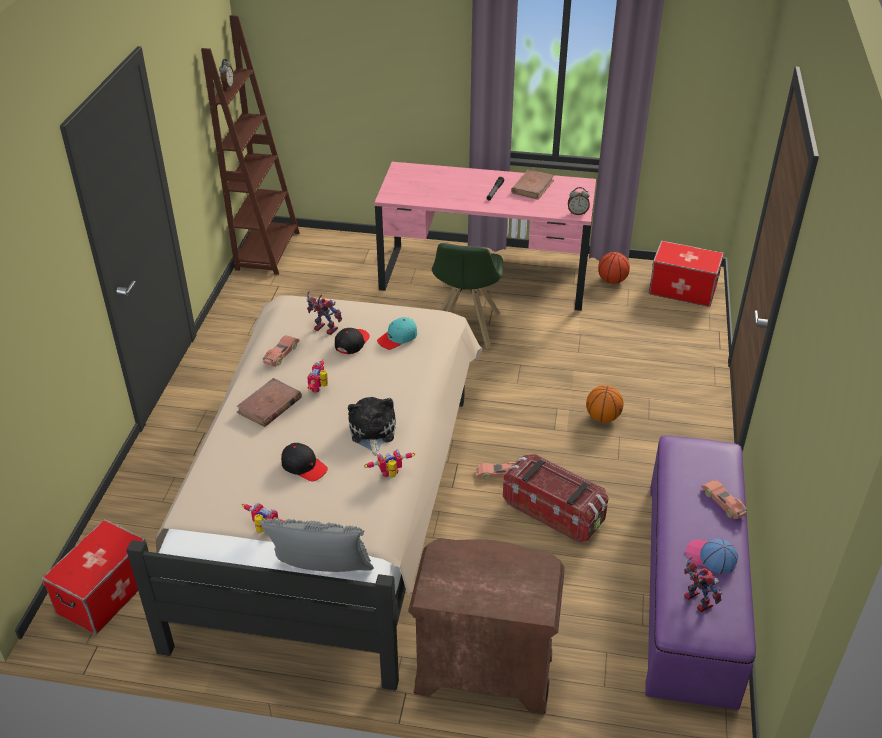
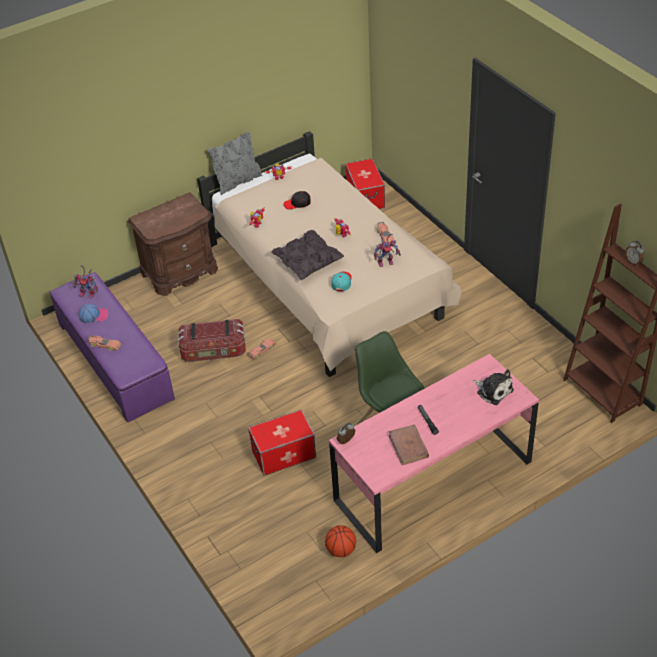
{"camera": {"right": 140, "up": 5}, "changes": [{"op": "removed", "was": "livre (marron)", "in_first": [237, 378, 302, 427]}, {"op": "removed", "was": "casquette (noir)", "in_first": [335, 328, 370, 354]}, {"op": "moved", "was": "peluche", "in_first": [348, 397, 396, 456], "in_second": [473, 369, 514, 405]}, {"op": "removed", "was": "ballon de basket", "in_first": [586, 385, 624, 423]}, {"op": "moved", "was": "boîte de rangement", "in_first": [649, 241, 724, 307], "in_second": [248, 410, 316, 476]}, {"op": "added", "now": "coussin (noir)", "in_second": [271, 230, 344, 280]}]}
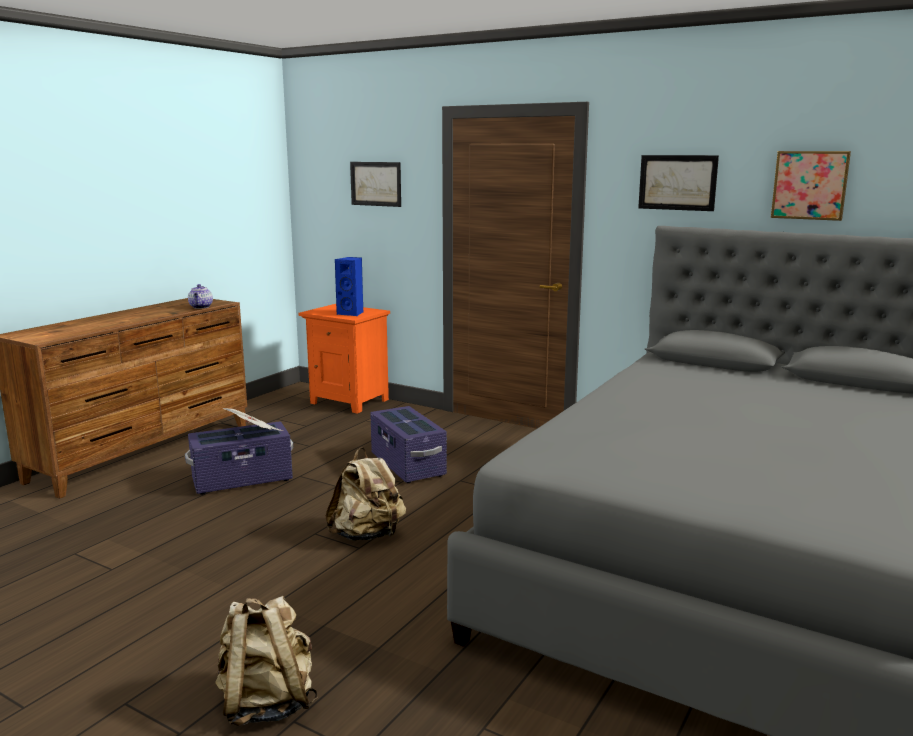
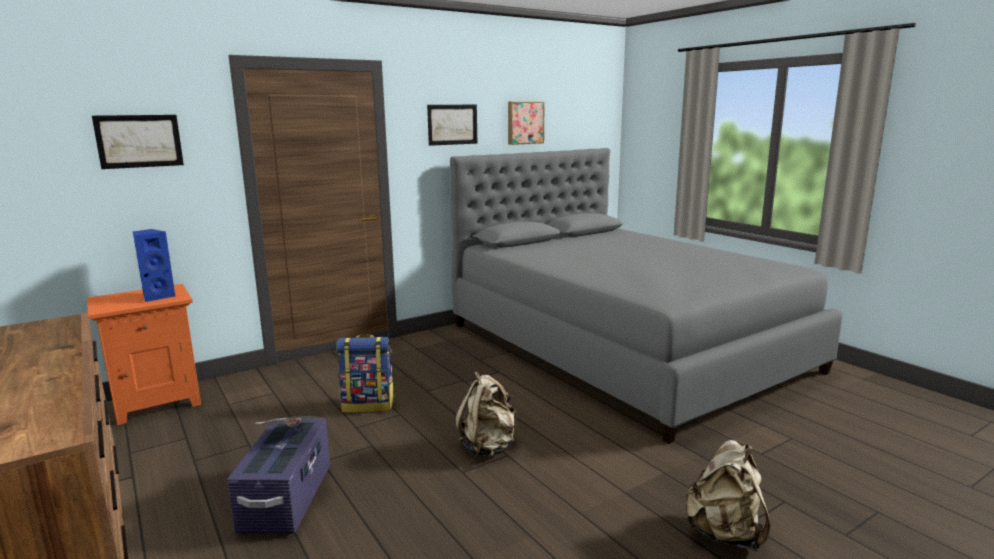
{"camera": {"right": -65, "up": 0}, "changes": [{"op": "removed", "was": "théière", "in_first": [188, 284, 213, 309]}, {"op": "replaced", "was": "boîte de rangement (violet)", "now": "sac à dos", "in_first": [370, 406, 447, 483], "in_second": [336, 335, 395, 413]}]}
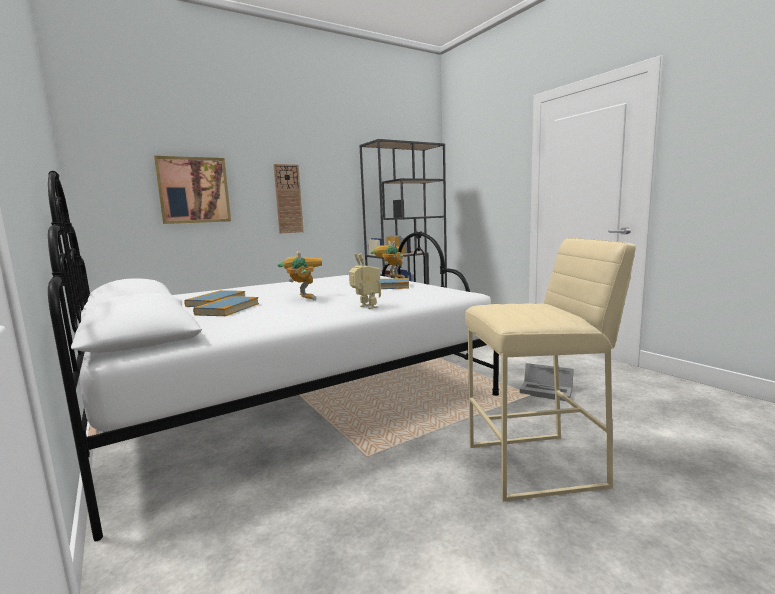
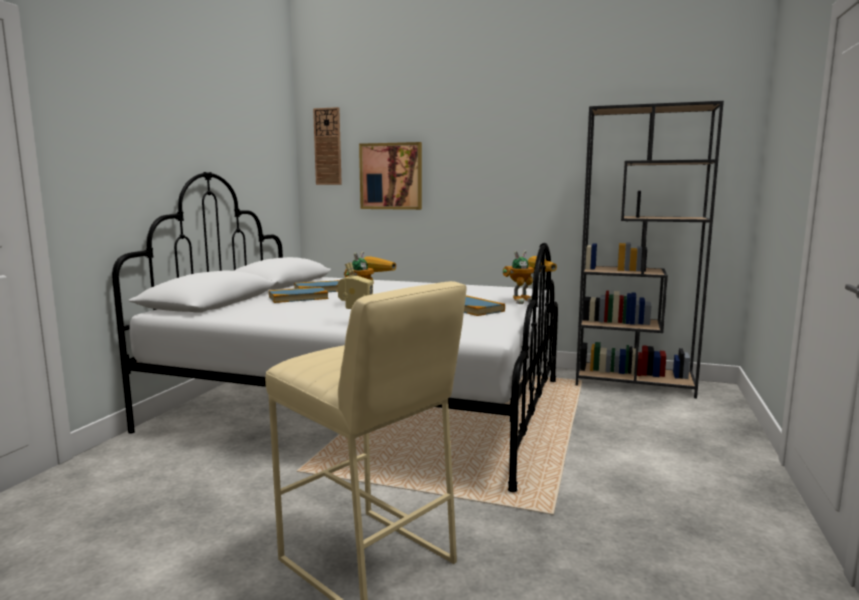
{"camera": {"right": 50, "up": 0}, "changes": [{"op": "moved", "was": "horloge murale", "in_first": [273, 164, 304, 233], "in_second": [313, 107, 342, 185]}, {"op": "turned", "was": "robot jouet", "in_first": [371, 241, 405, 278], "in_second": [503, 251, 557, 304], "clockwise": 45}, {"op": "removed", "was": "boîte de rangement (gris)", "in_first": [520, 363, 574, 401]}]}
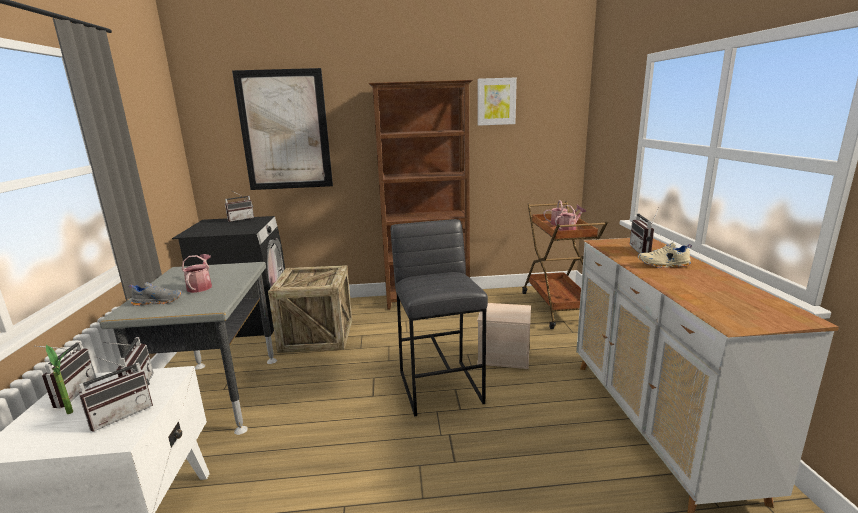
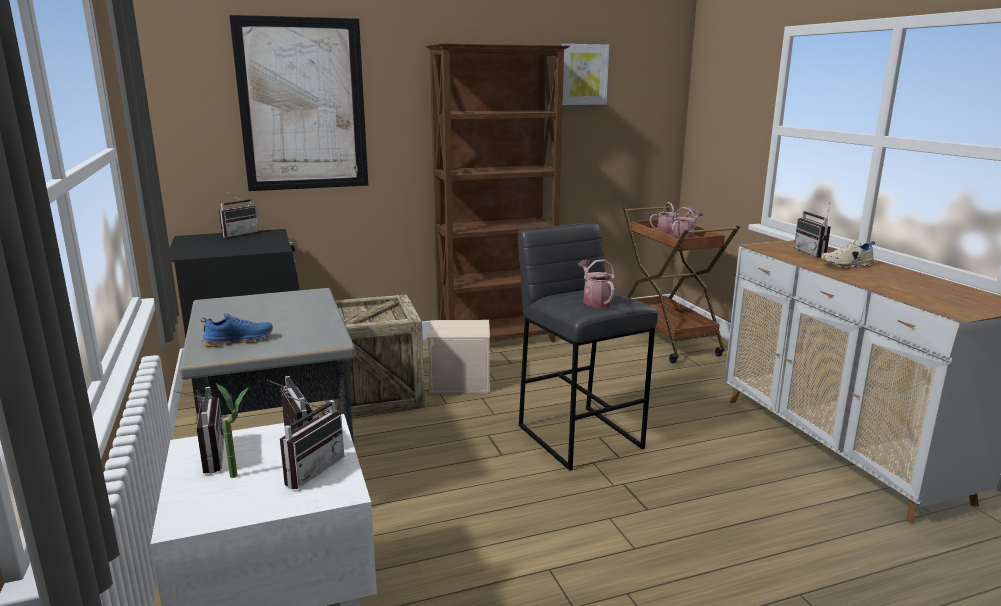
{"camera": {"right": -15, "up": 0}, "changes": [{"op": "recoloured", "was": "chaussure (gris)", "now": "chaussure (bleu)", "in_first": [129, 282, 182, 306], "in_second": [201, 313, 273, 347]}, {"op": "moved", "was": "arrosoir", "in_first": [182, 254, 212, 293], "in_second": [578, 259, 615, 308]}, {"op": "moved", "was": "boîte de rangement (beige)", "in_first": [477, 303, 531, 369], "in_second": [427, 320, 490, 394]}]}
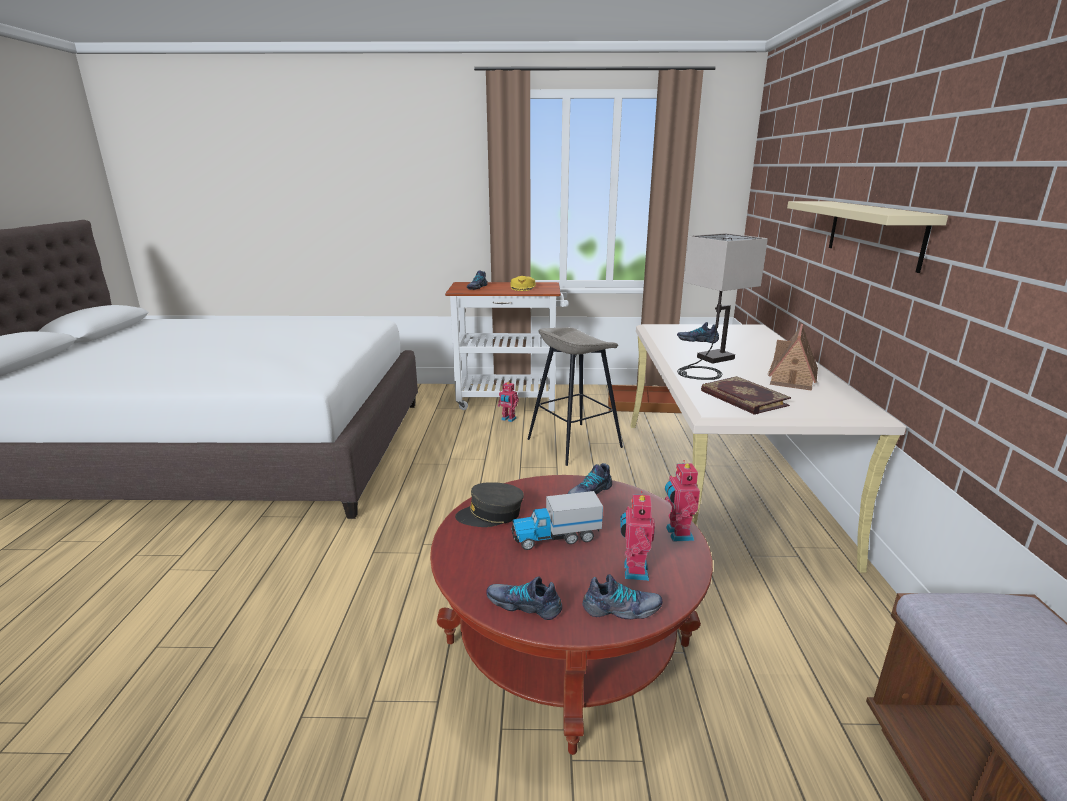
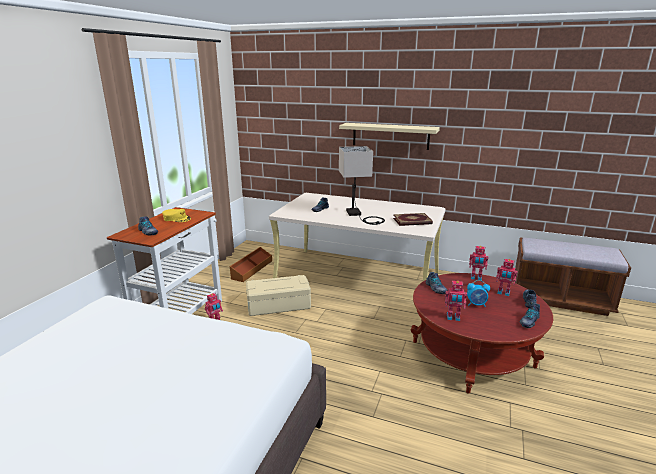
{"camera": {"right": -70, "up": 0}, "changes": [{"op": "replaced", "was": "casquette (gris)", "now": "robot jouet", "in_first": [455, 482, 524, 527], "in_second": [445, 281, 467, 321]}, {"op": "replaced", "was": "camion jouet", "now": "réveil", "in_first": [511, 491, 603, 550], "in_second": [467, 280, 490, 307]}, {"op": "replaced", "was": "tabouret (gris)", "now": "boîte de rangement (beige)", "in_first": [527, 327, 623, 466], "in_second": [246, 275, 311, 316]}, {"op": "removed", "was": "maison miniature", "in_first": [767, 324, 818, 390]}]}
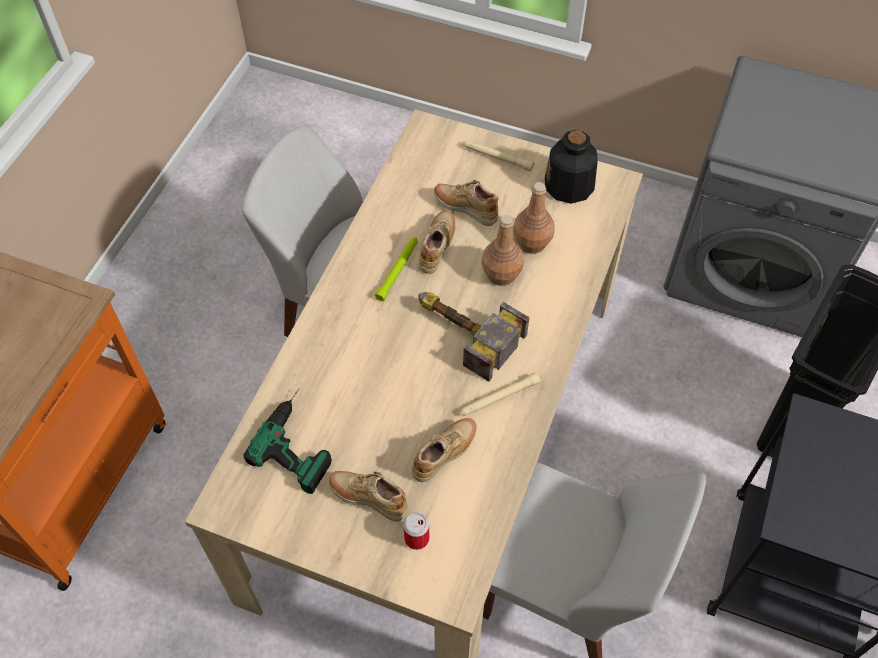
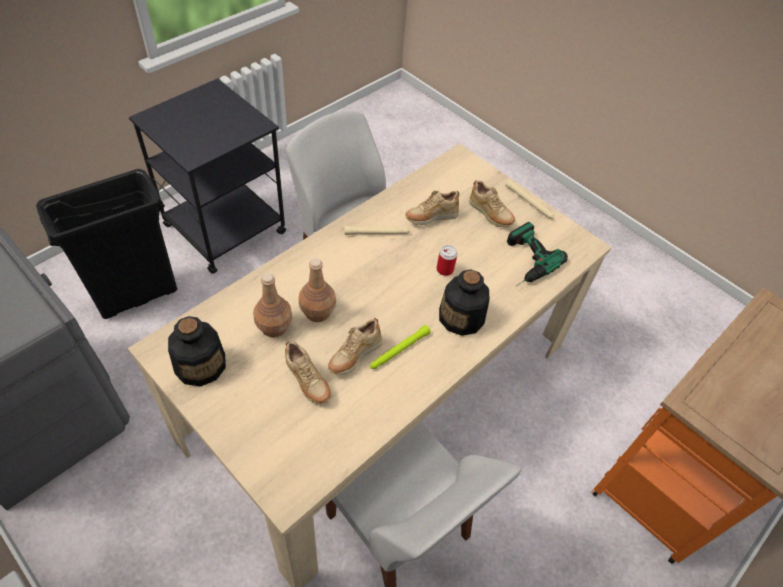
{"camera": {"right": -160, "up": -5}, "changes": [{"op": "moved", "was": "boîte métallique", "in_first": [403, 512, 429, 550], "in_second": [436, 245, 458, 276]}, {"op": "removed", "was": "marteau", "in_first": [418, 292, 529, 382]}, {"op": "moved", "was": "lampe de poche (beige)", "in_first": [462, 140, 534, 171], "in_second": [505, 180, 554, 219]}, {"op": "added", "now": "bouteille", "in_second": [439, 269, 490, 336]}]}
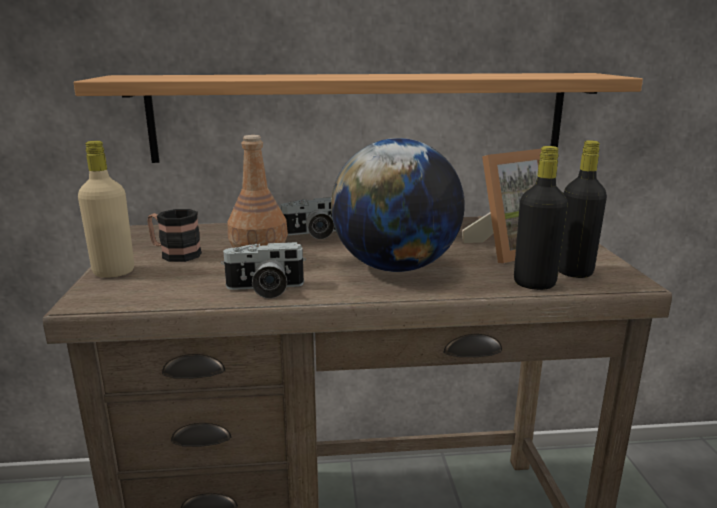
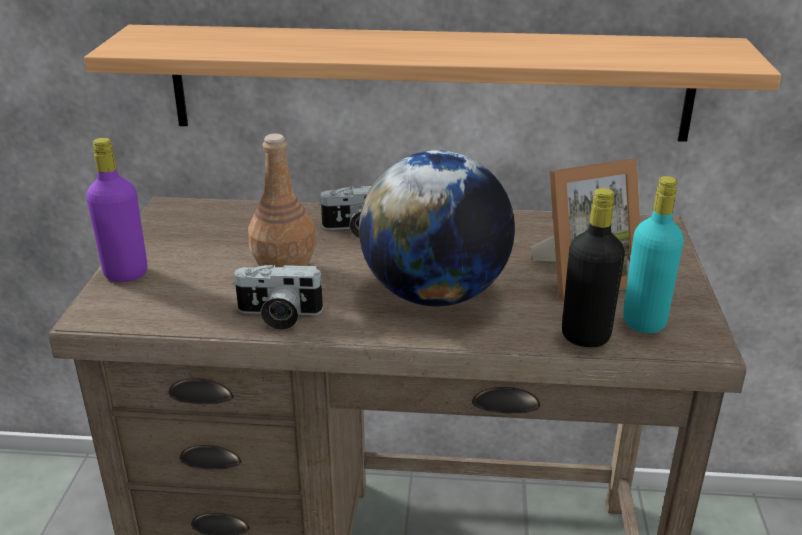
{"camera": {"right": 10, "up": 10}, "changes": [{"op": "recoloured", "was": "bouteille (beige)", "now": "bouteille (violet)", "in_first": [78, 141, 134, 278], "in_second": [86, 138, 147, 282]}, {"op": "removed", "was": "mug", "in_first": [147, 209, 202, 262]}, {"op": "recoloured", "was": "bouteille (noir)", "now": "bouteille (turquoise)", "in_first": [559, 140, 607, 278], "in_second": [623, 176, 684, 333]}]}
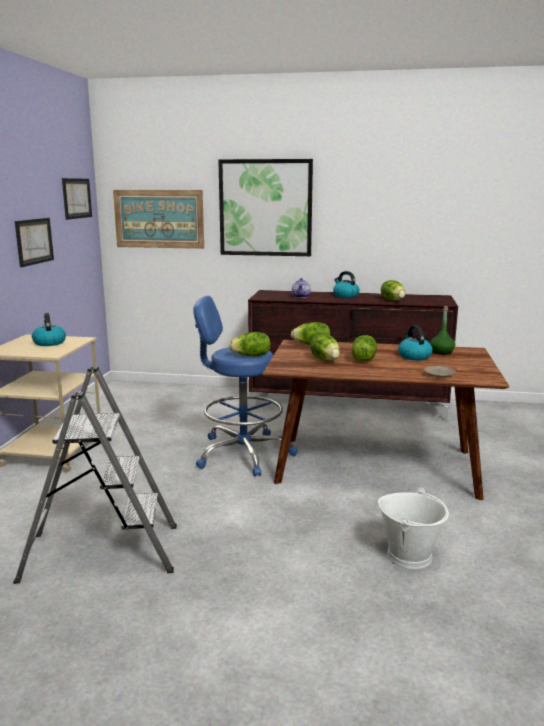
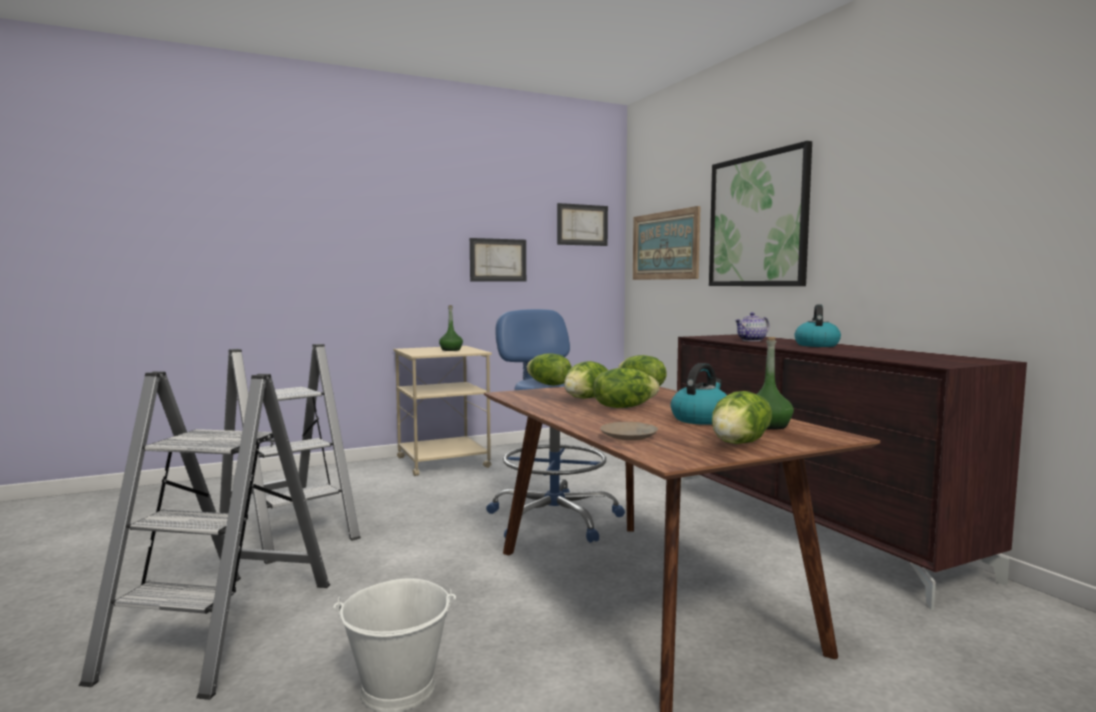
{"camera": {"right": 55, "up": -10}, "changes": [{"op": "replaced", "was": "bouilloire", "now": "bouteille (vert)", "in_first": [32, 313, 66, 346], "in_second": [439, 305, 463, 351]}, {"op": "moved", "was": "laitue", "in_first": [381, 280, 405, 301], "in_second": [712, 391, 772, 444]}, {"op": "added", "now": "escabeau (gris)", "in_second": [79, 371, 330, 700]}]}
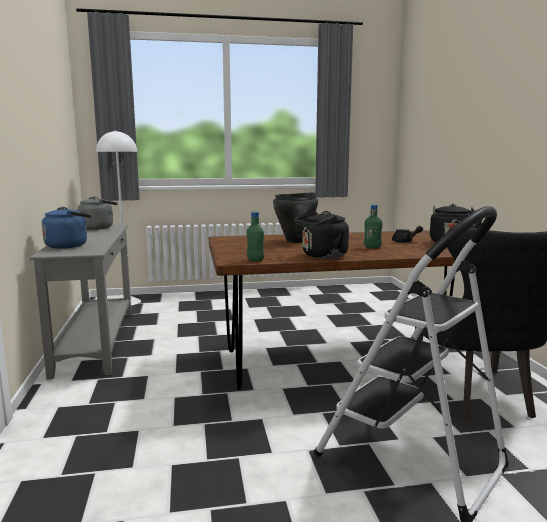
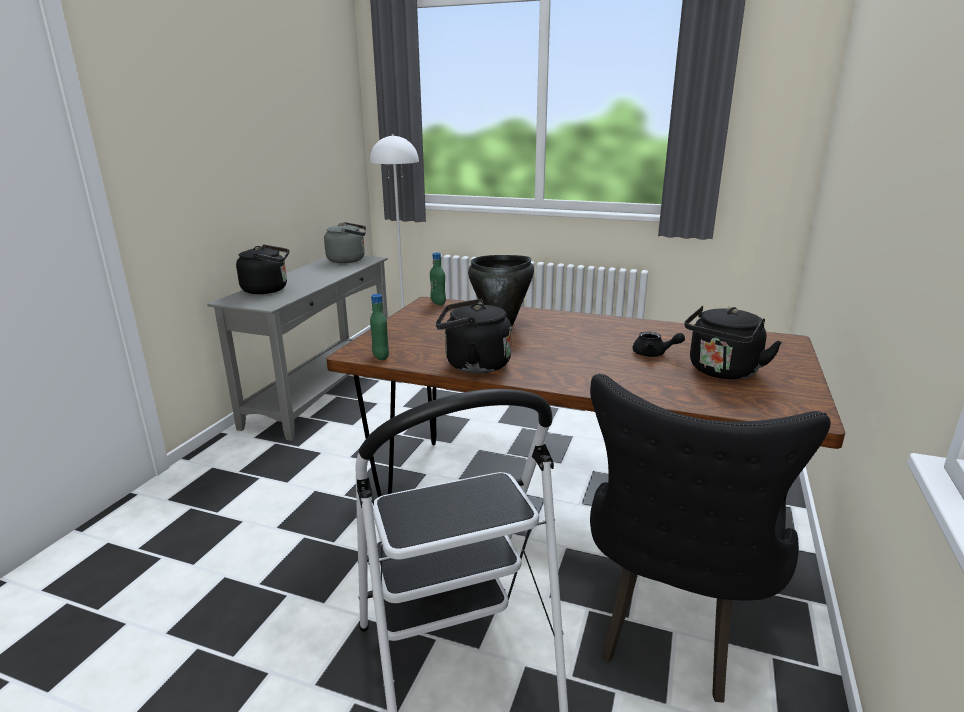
{"camera": {"right": 30, "up": 10}, "changes": [{"op": "recoloured", "was": "bouilloire (bleu)", "now": "bouilloire (noir)", "in_first": [42, 207, 92, 249], "in_second": [236, 245, 289, 294]}, {"op": "moved", "was": "bouteille (vert)", "in_first": [364, 204, 383, 248], "in_second": [430, 252, 446, 305]}]}
